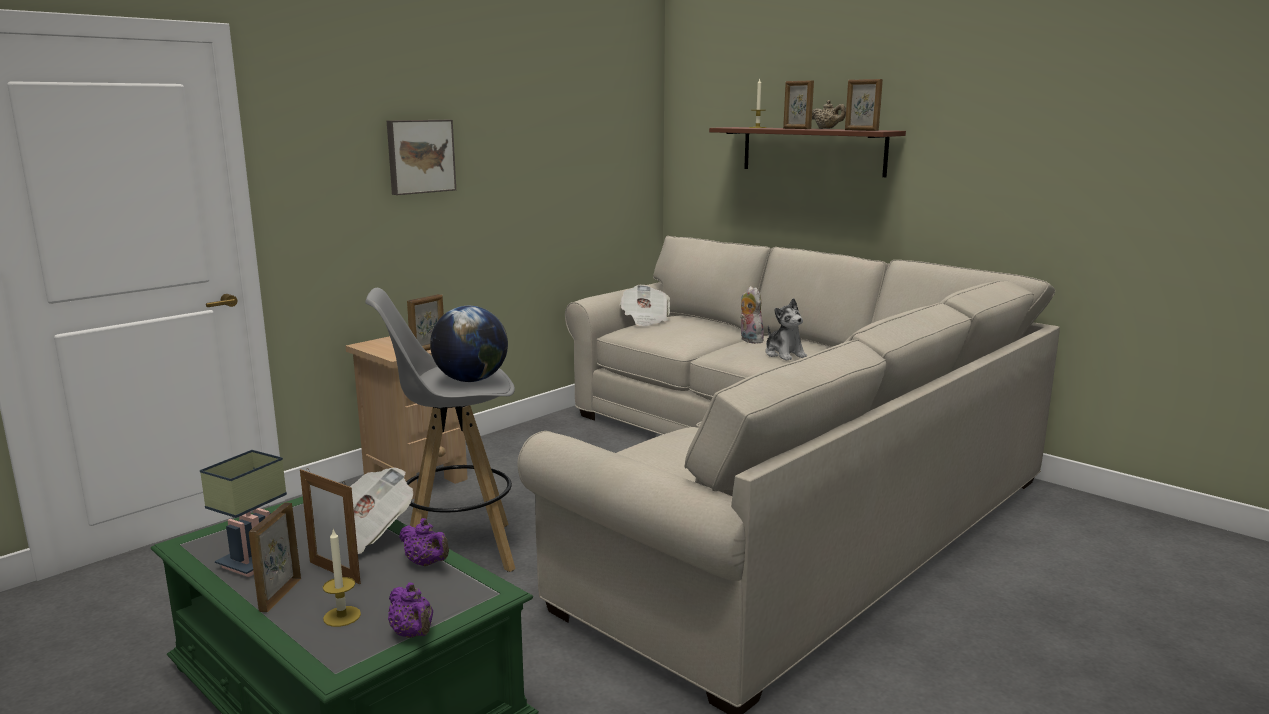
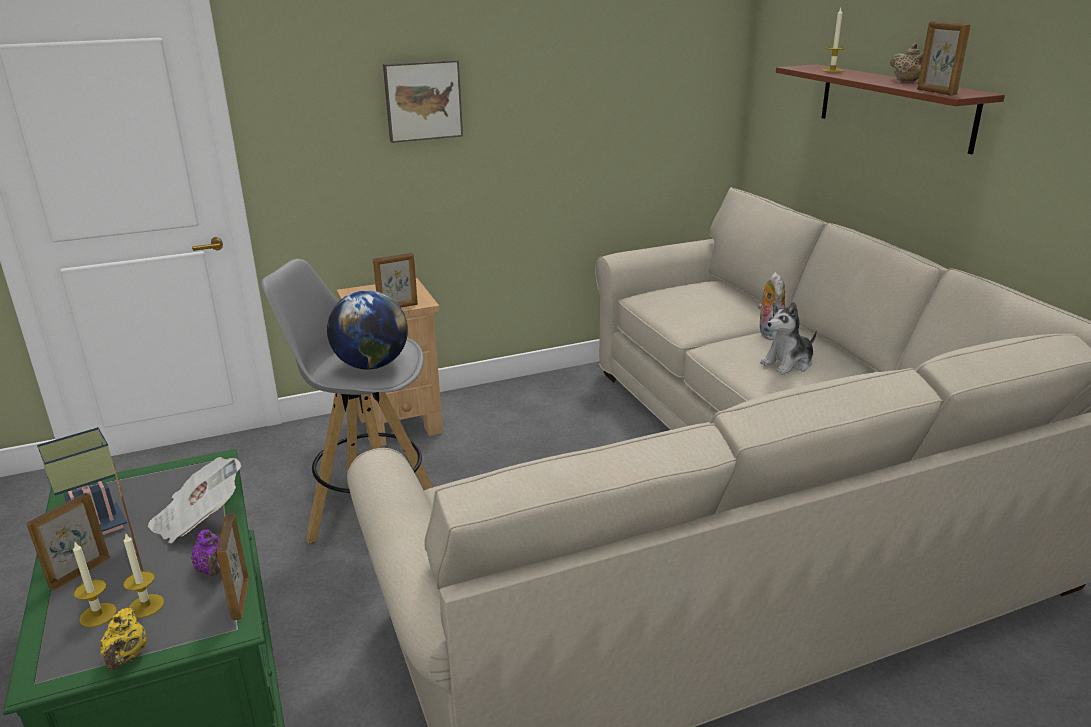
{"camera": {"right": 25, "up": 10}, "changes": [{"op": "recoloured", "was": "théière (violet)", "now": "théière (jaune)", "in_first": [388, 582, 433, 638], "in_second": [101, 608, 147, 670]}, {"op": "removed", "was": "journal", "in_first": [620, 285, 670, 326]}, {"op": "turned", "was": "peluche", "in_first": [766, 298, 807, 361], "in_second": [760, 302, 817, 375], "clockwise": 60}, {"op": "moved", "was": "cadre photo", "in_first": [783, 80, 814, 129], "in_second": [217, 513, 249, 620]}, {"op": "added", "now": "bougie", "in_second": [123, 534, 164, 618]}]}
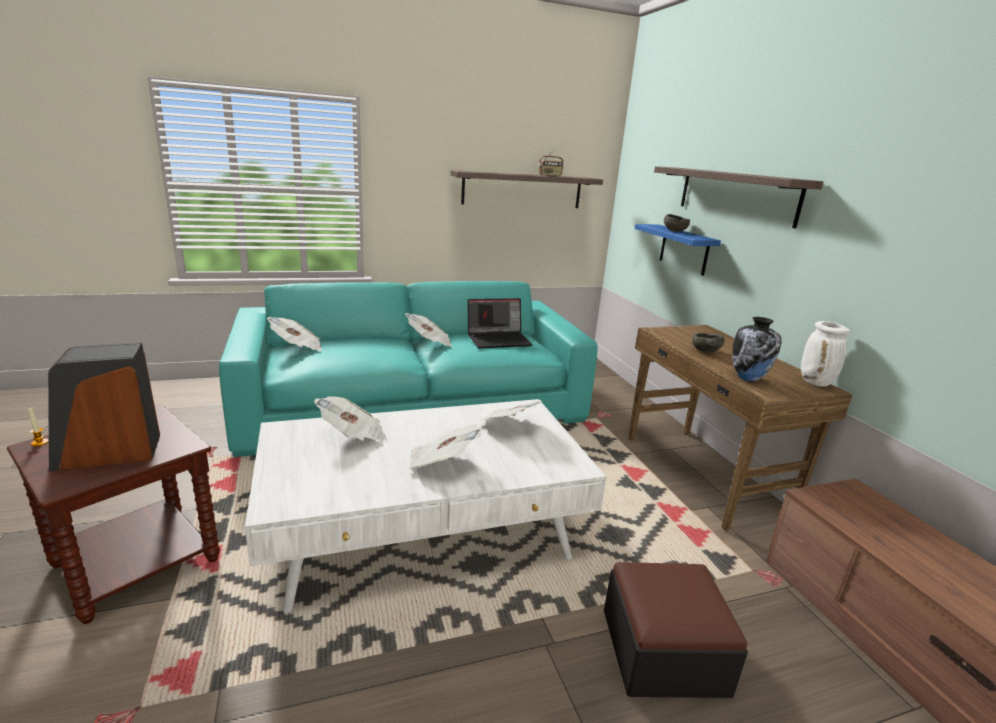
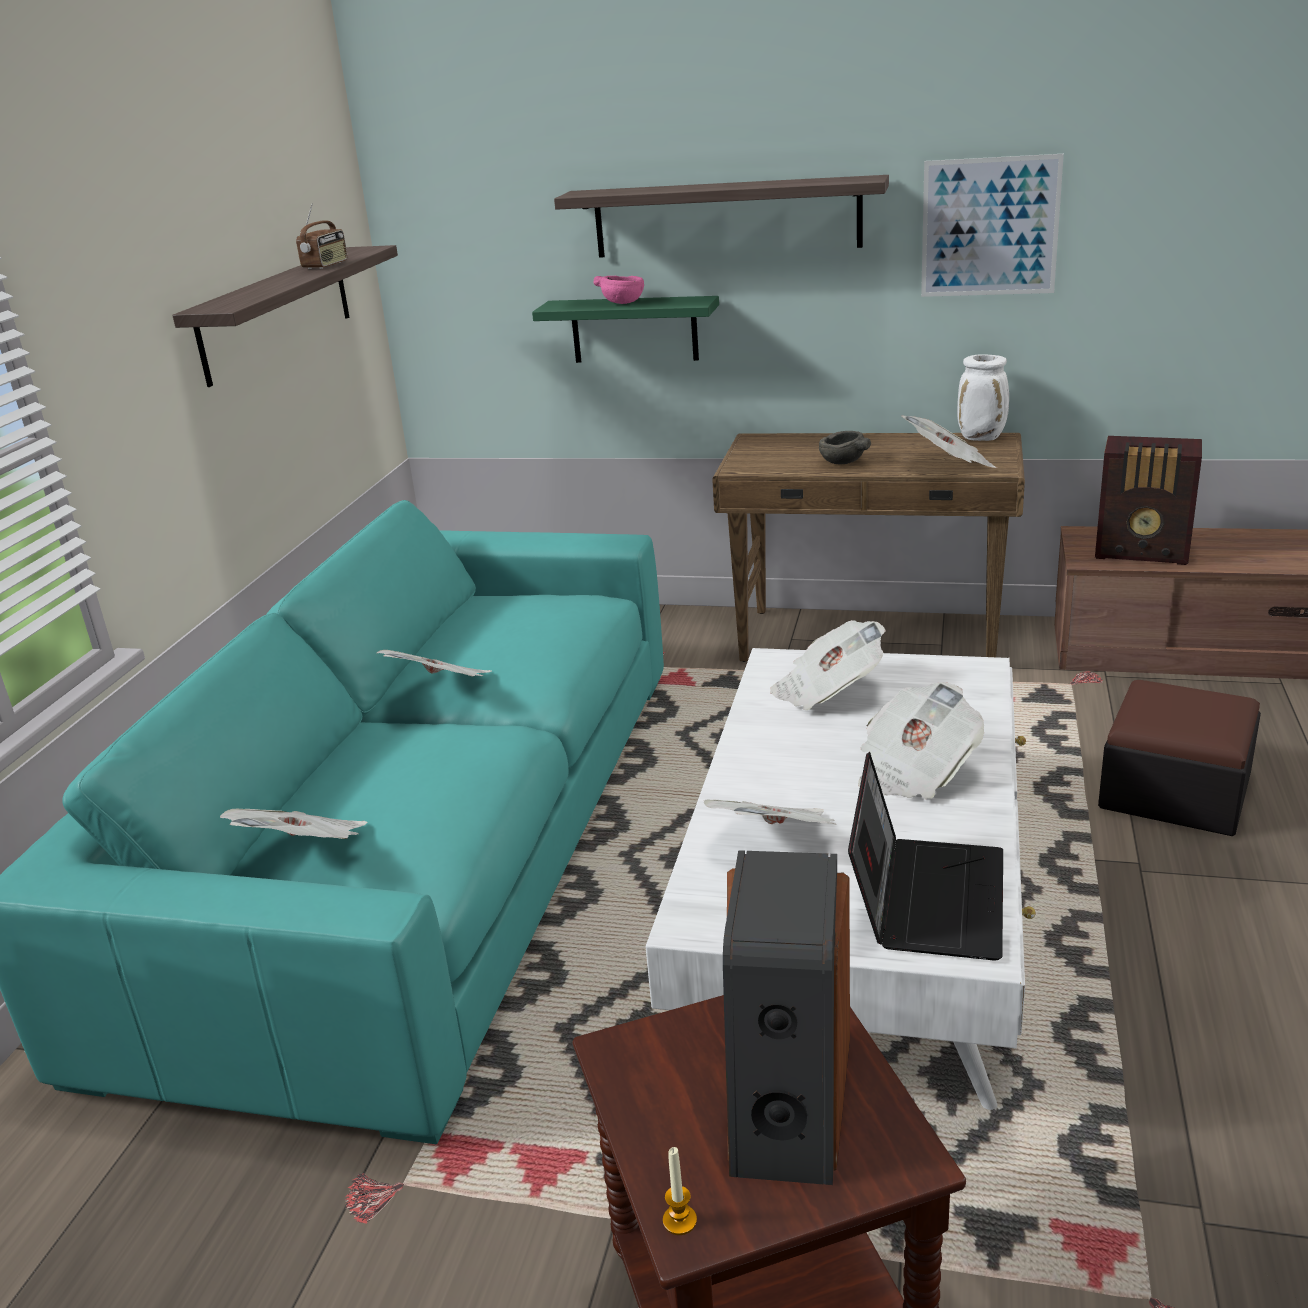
{"camera": {"right": -55, "up": 5}, "changes": [{"op": "moved", "was": "ordinateur portable", "in_first": [467, 298, 533, 348], "in_second": [848, 752, 1003, 960]}, {"op": "recoloured", "was": "étagère (bleu)", "now": "étagère (vert)", "in_first": [635, 224, 721, 276], "in_second": [532, 296, 719, 363]}, {"op": "recoloured", "was": "bol (gris)", "now": "bol (rose)", "in_first": [664, 214, 690, 232], "in_second": [593, 276, 644, 304]}, {"op": "replaced", "was": "vase", "now": "journal", "in_first": [732, 317, 781, 382], "in_second": [901, 415, 997, 468]}, {"op": "added", "now": "tableau", "in_second": [921, 154, 1064, 297]}, {"op": "added", "now": "radio", "in_second": [1095, 436, 1202, 565]}]}
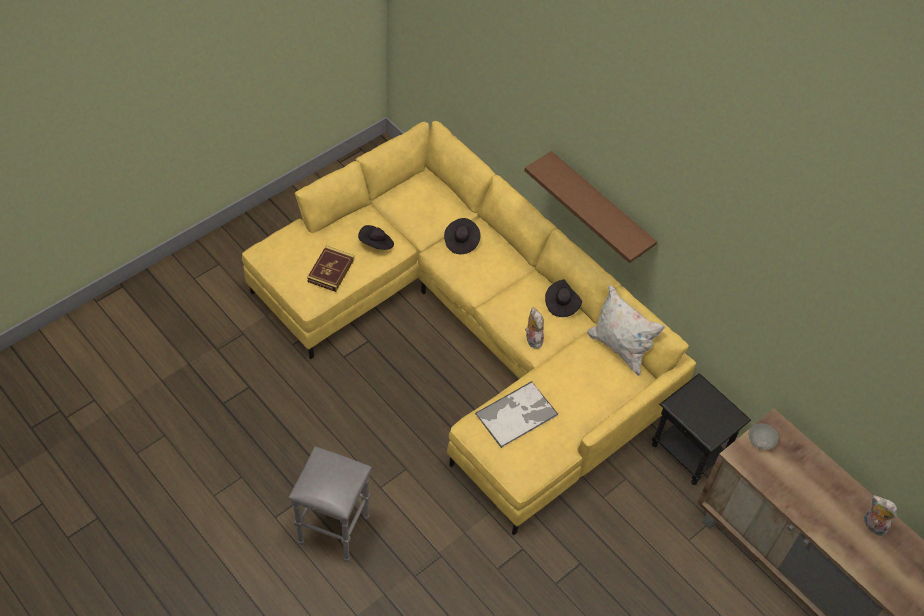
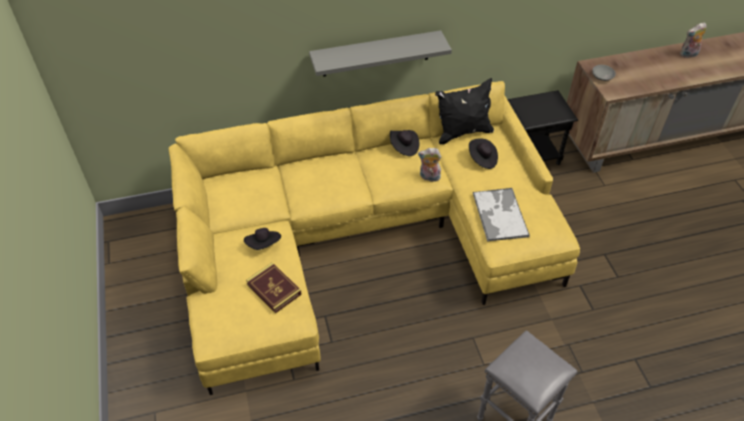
{"camera": {"right": -60, "up": -5}, "changes": [{"op": "moved", "was": "chapeau (noir)", "in_first": [444, 218, 480, 254], "in_second": [469, 138, 498, 169]}, {"op": "recoloured", "was": "étagère (marron)", "now": "étagère (gris)", "in_first": [525, 151, 657, 263], "in_second": [309, 30, 452, 77]}, {"op": "recoloured", "was": "coussin (blanc)", "now": "coussin (noir)", "in_first": [587, 285, 665, 376], "in_second": [435, 78, 494, 145]}]}
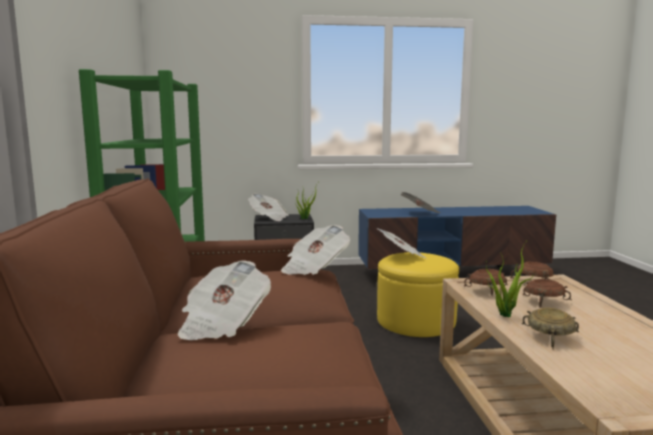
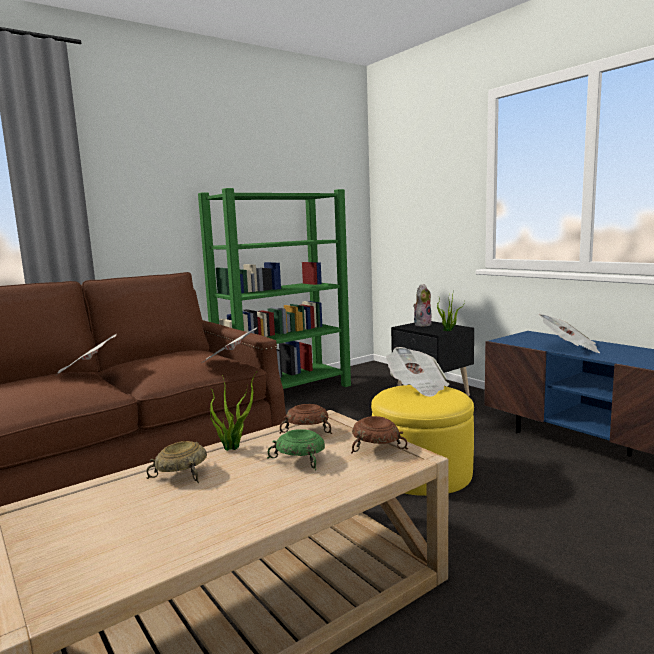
{"camera": {"right": 60, "up": 0}, "changes": [{"op": "replaced", "was": "journal", "now": "peluche", "in_first": [248, 194, 289, 221], "in_second": [413, 284, 432, 327]}, {"op": "recoloured", "was": "bol (marron)", "now": "bol (vert)", "in_first": [523, 279, 572, 308], "in_second": [267, 429, 325, 470]}]}
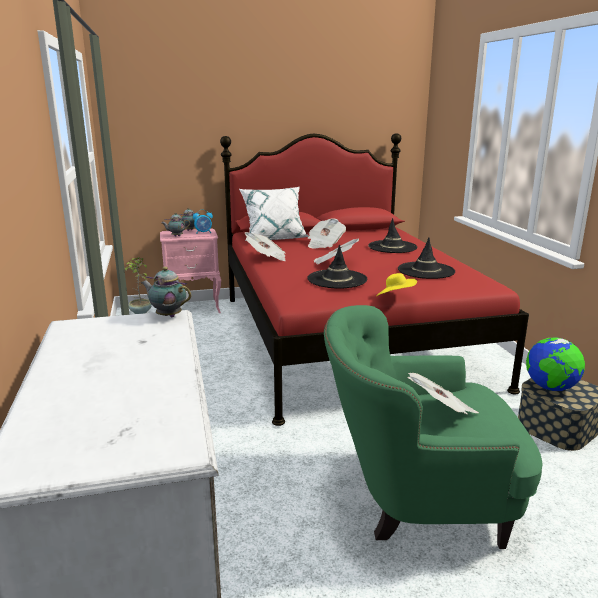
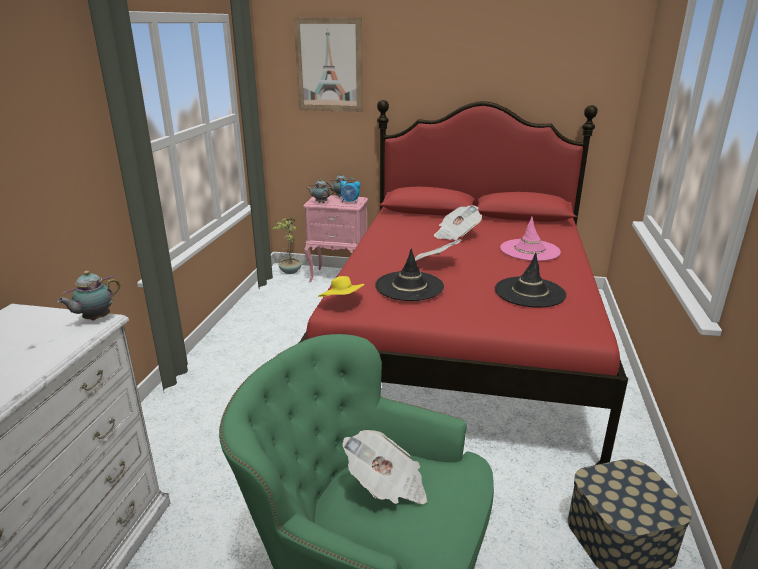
{"camera": {"right": 25, "up": 5}, "changes": [{"op": "turned", "was": "théière", "in_first": [141, 267, 191, 317], "in_second": [57, 271, 120, 321], "clockwise": -105}, {"op": "removed", "was": "coussin (blanc)", "in_first": [239, 187, 309, 241]}, {"op": "removed", "was": "journal", "in_first": [245, 232, 286, 261]}, {"op": "recoloured", "was": "chapeau (noir)", "now": "chapeau (rose)", "in_first": [368, 218, 417, 253], "in_second": [500, 217, 561, 261]}, {"op": "moved", "was": "chapeau (jaune)", "in_first": [376, 273, 417, 296], "in_second": [318, 276, 365, 297]}, {"op": "removed", "was": "globe", "in_first": [526, 338, 585, 391]}, {"op": "added", "now": "tableau", "in_second": [294, 17, 363, 112]}]}
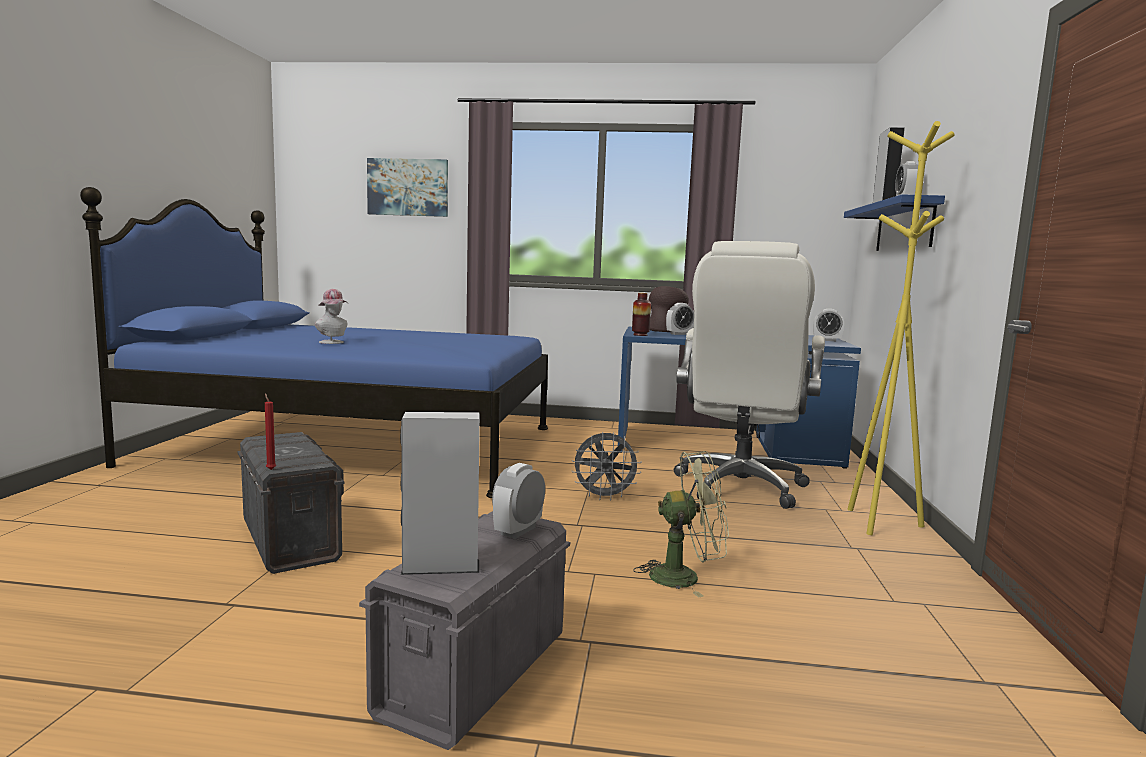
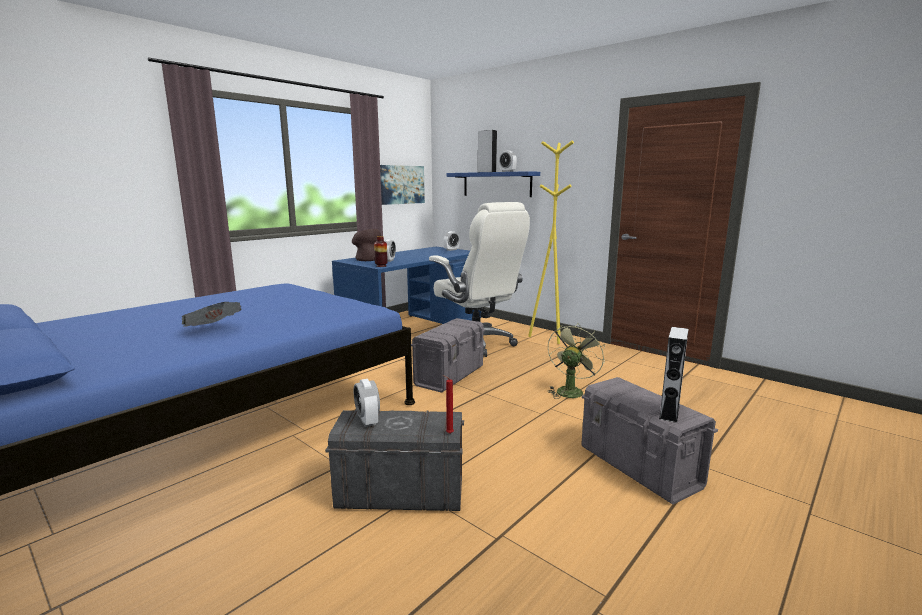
{"camera": {"right": -55, "up": 5}, "changes": [{"op": "replaced", "was": "chapeau", "now": "journal", "in_first": [315, 289, 347, 344], "in_second": [182, 302, 242, 326]}, {"op": "moved", "was": "tableau", "in_first": [367, 158, 448, 217], "in_second": [380, 165, 425, 205]}, {"op": "moved", "was": "réveil", "in_first": [492, 463, 545, 539], "in_second": [354, 379, 380, 427]}, {"op": "replaced", "was": "ventilateur (gris)", "now": "boîte de rangement (gris)", "in_first": [571, 432, 642, 501], "in_second": [411, 318, 485, 393]}]}
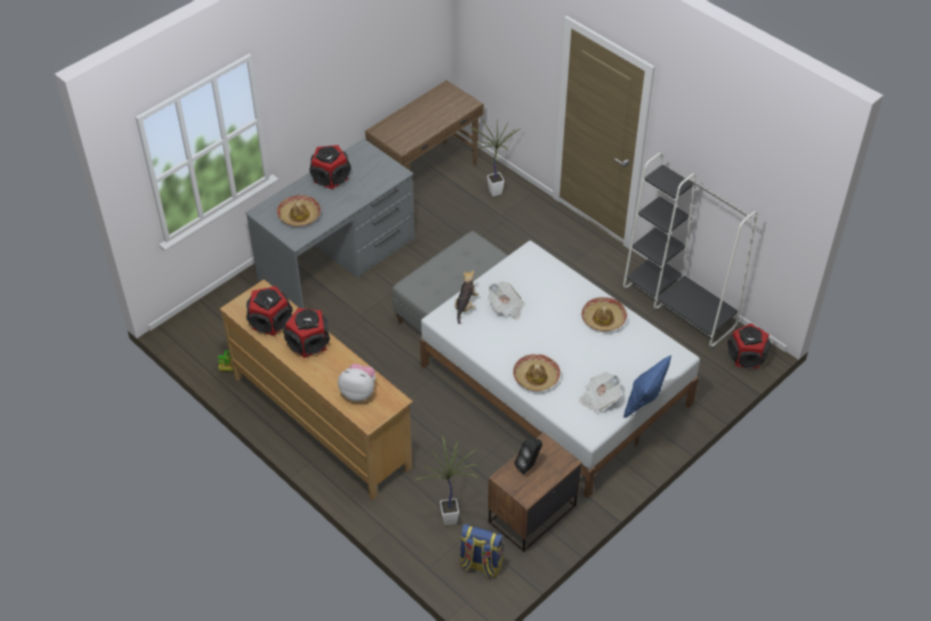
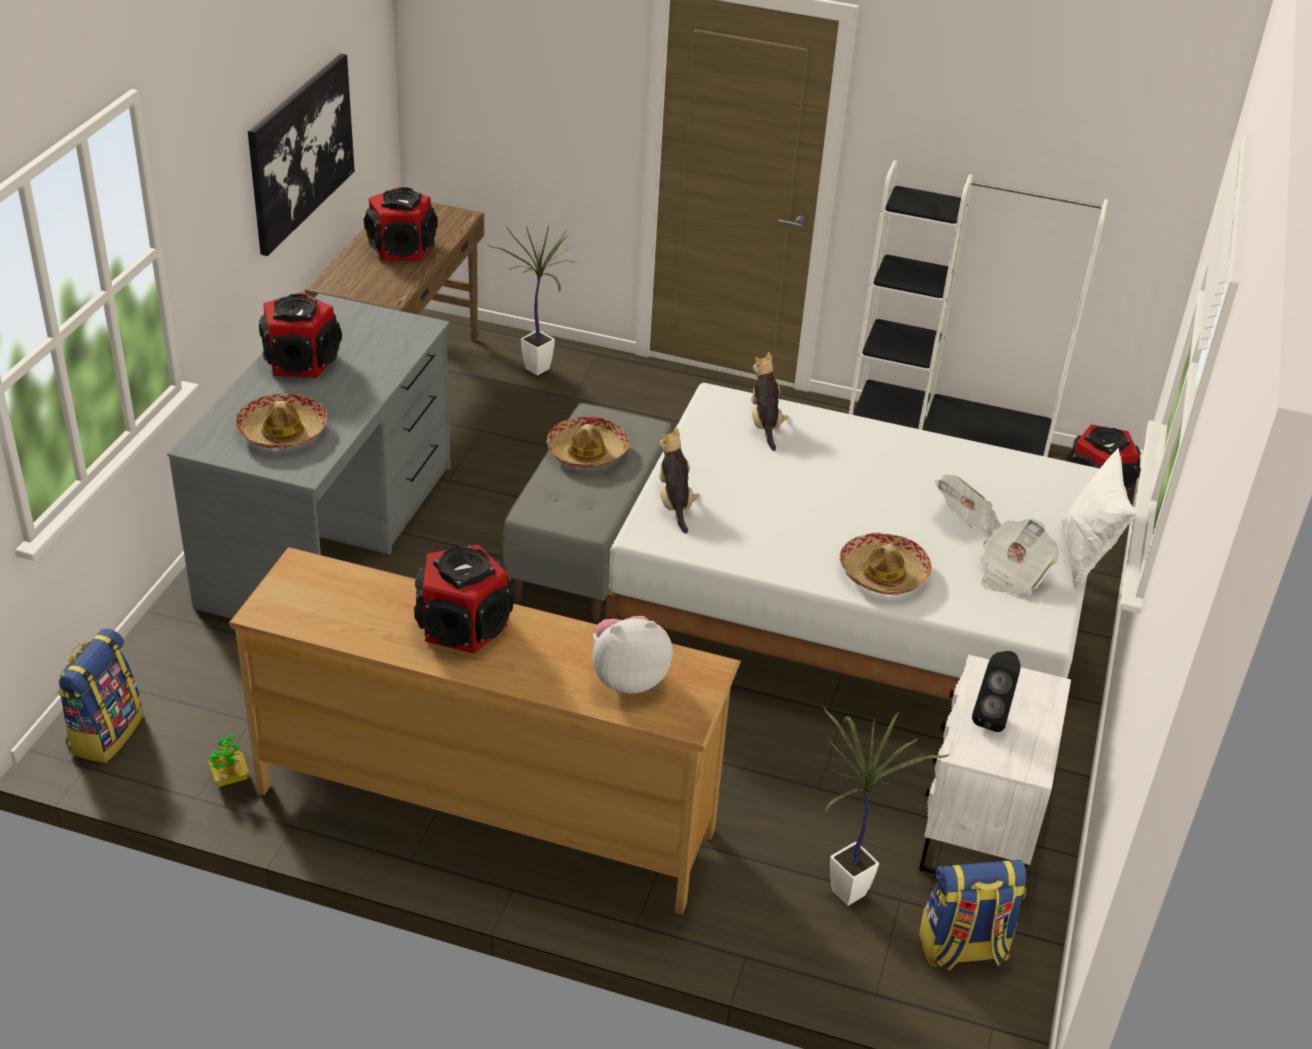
{"camera": {"right": -30, "up": -10}, "changes": [{"op": "moved", "was": "enceinte", "in_first": [246, 286, 293, 336], "in_second": [364, 187, 438, 261]}, {"op": "moved", "was": "journal", "in_first": [488, 282, 524, 319], "in_second": [935, 475, 1001, 531]}, {"op": "recoloured", "was": "table de chevet (marron)", "now": "table de chevet (blanc)", "in_first": [488, 432, 582, 552], "in_second": [919, 654, 1071, 874]}, {"op": "moved", "was": "chapeau", "in_first": [581, 297, 627, 331], "in_second": [547, 416, 629, 468]}, {"op": "recoloured", "was": "coussin (bleu)", "now": "coussin (blanc)", "in_first": [623, 355, 671, 418], "in_second": [1061, 448, 1137, 590]}, {"op": "added", "now": "sac à dos", "in_second": [56, 629, 143, 763]}, {"op": "added", "now": "tableau", "in_second": [248, 54, 355, 256]}, {"op": "added", "now": "peluche", "in_second": [751, 352, 789, 451]}]}
